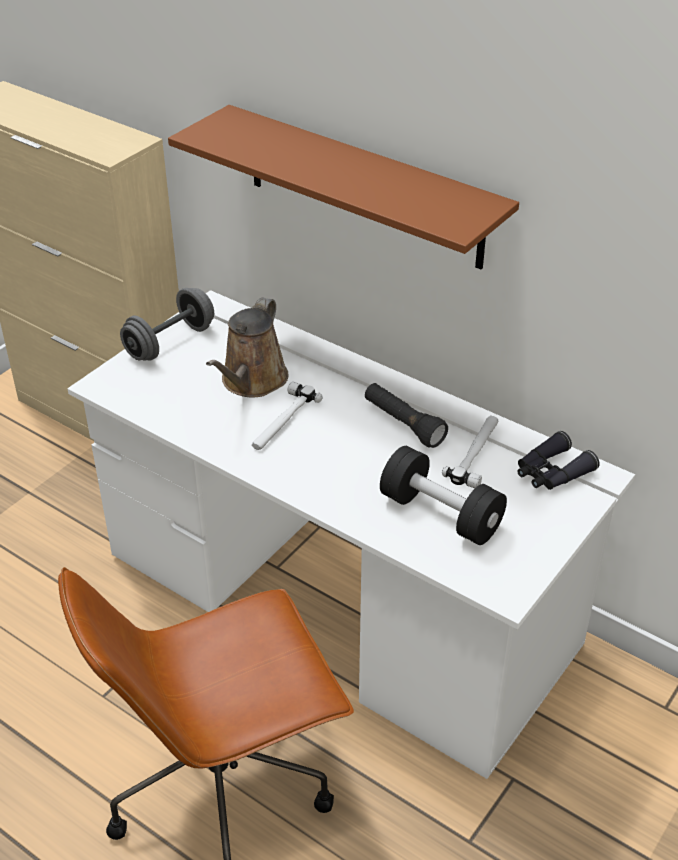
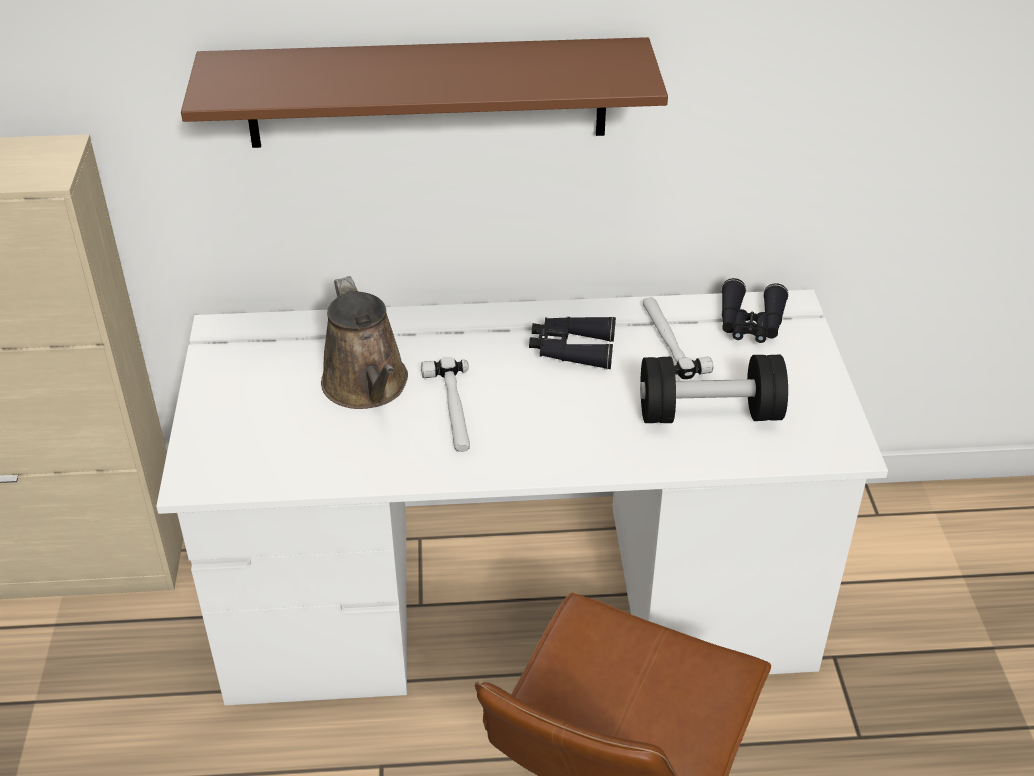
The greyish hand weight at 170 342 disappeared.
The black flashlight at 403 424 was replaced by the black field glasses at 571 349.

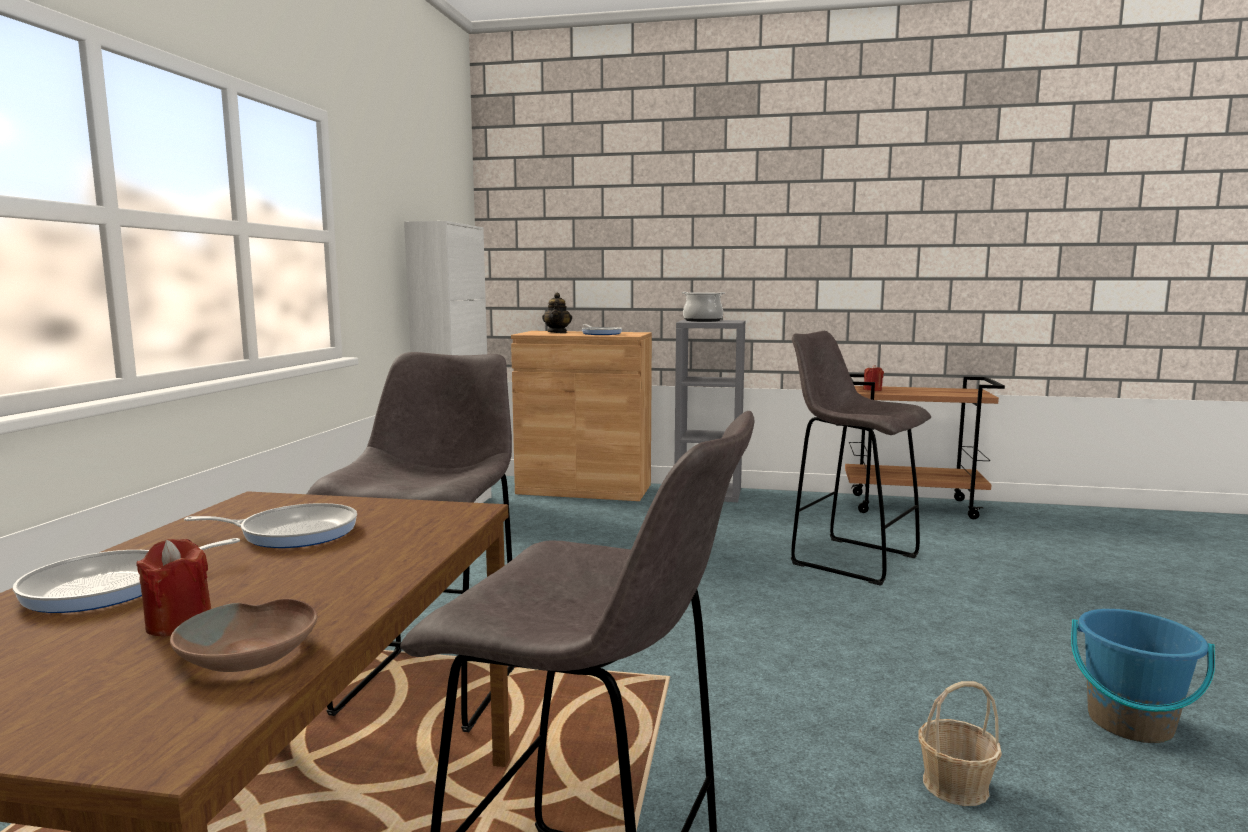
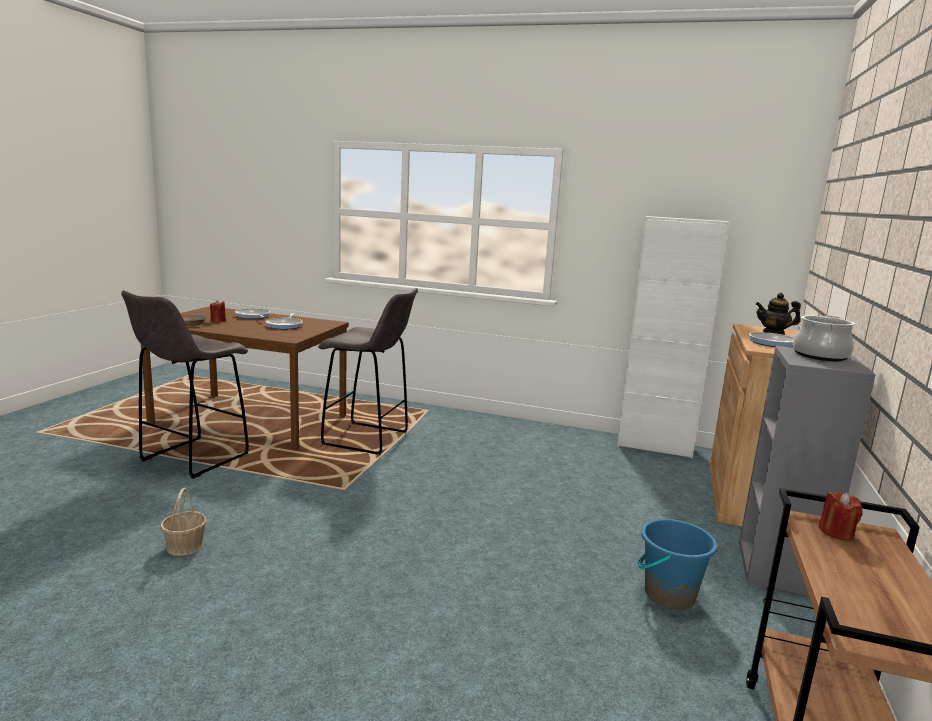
The greyish stool at 850 559 disappeared.
The blue pail moved from 1130 723 to 669 595.

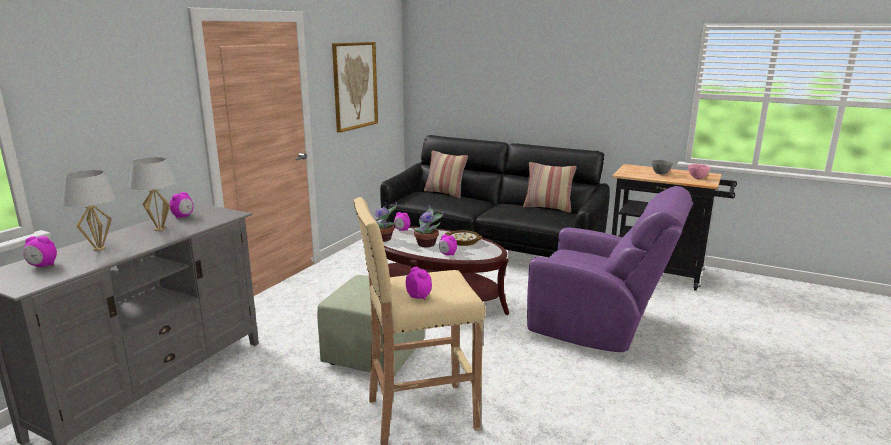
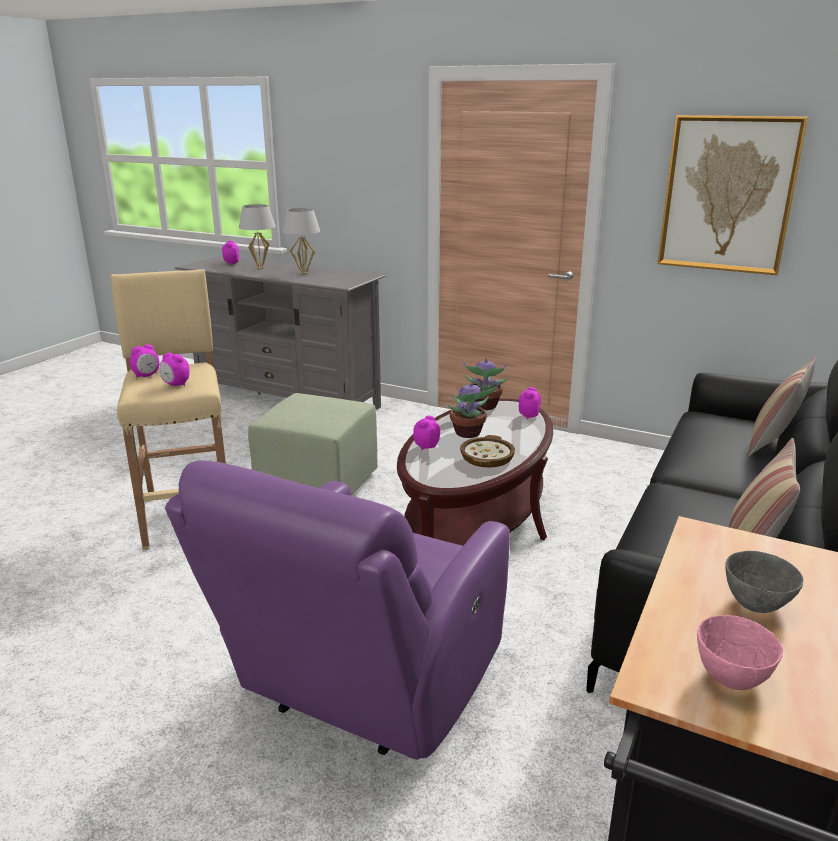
The alarm clock moved from 183 216 to 176 385.

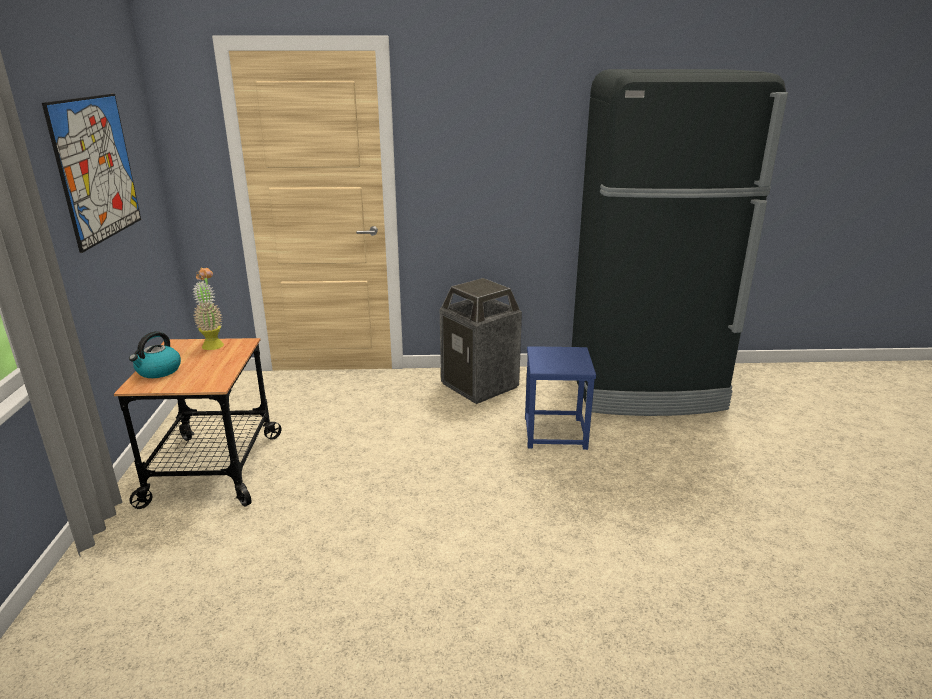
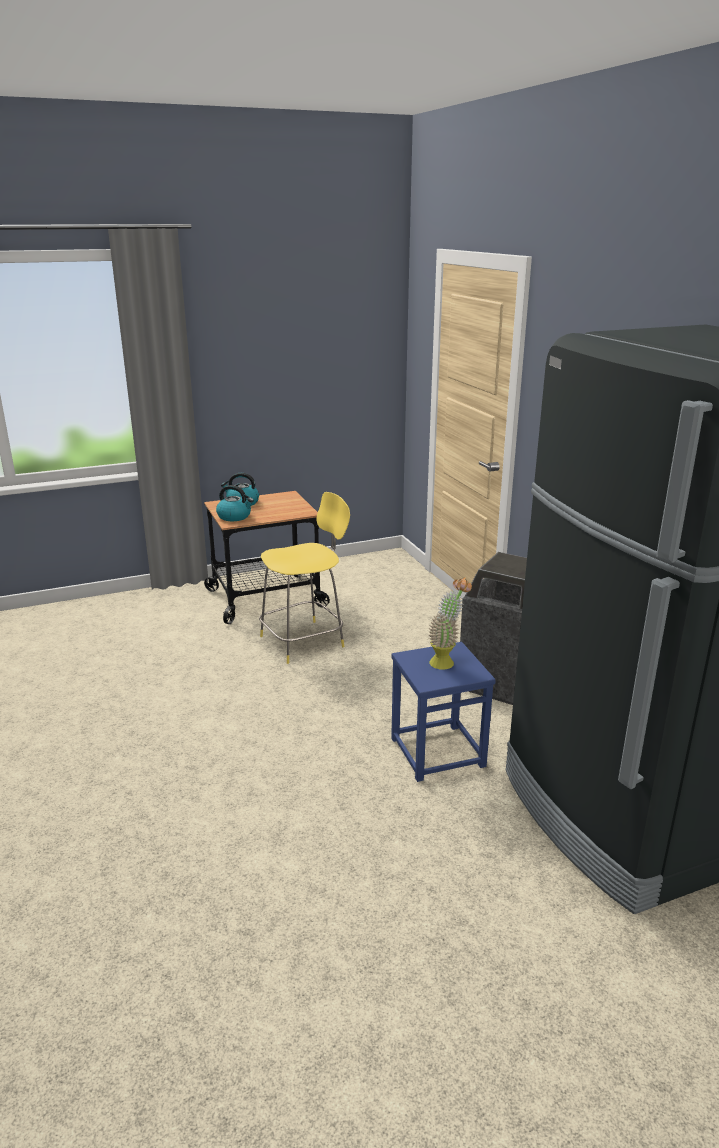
The wall art at 96 169 disappeared.
The potted plant moved from 213 343 to 446 661.
The water kettle at 235 516 appeared.
The yellow stool at 305 641 appeared.

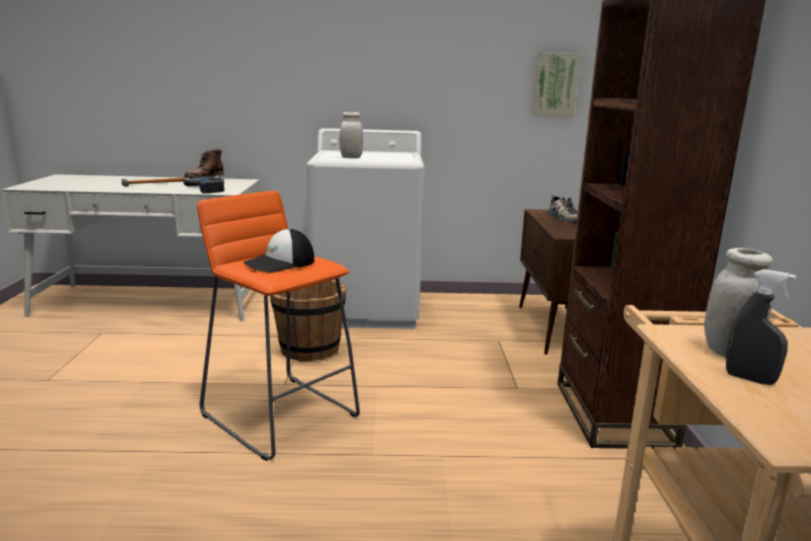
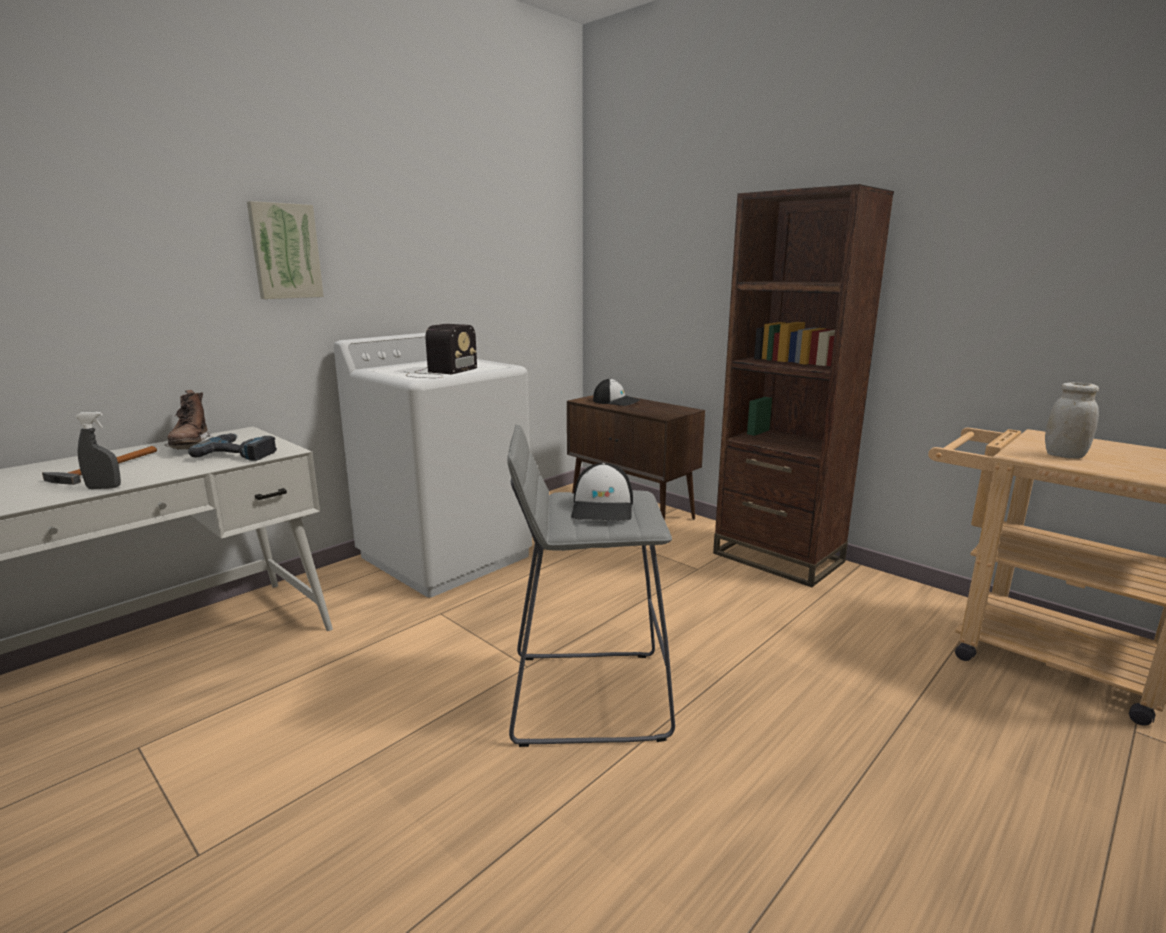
The wall art moved from 555 85 to 285 251.
The white jar at 351 157 was replaced by the radio receiver at 440 372.
The orangey stool at 281 414 became the greyish stool at 586 694.
The low shoe at 563 217 was replaced by the baseball cap at 616 401.
The greyish hand sprayer moved from 749 379 to 104 488.
The brown-coloured pail at 309 349 disappeared.

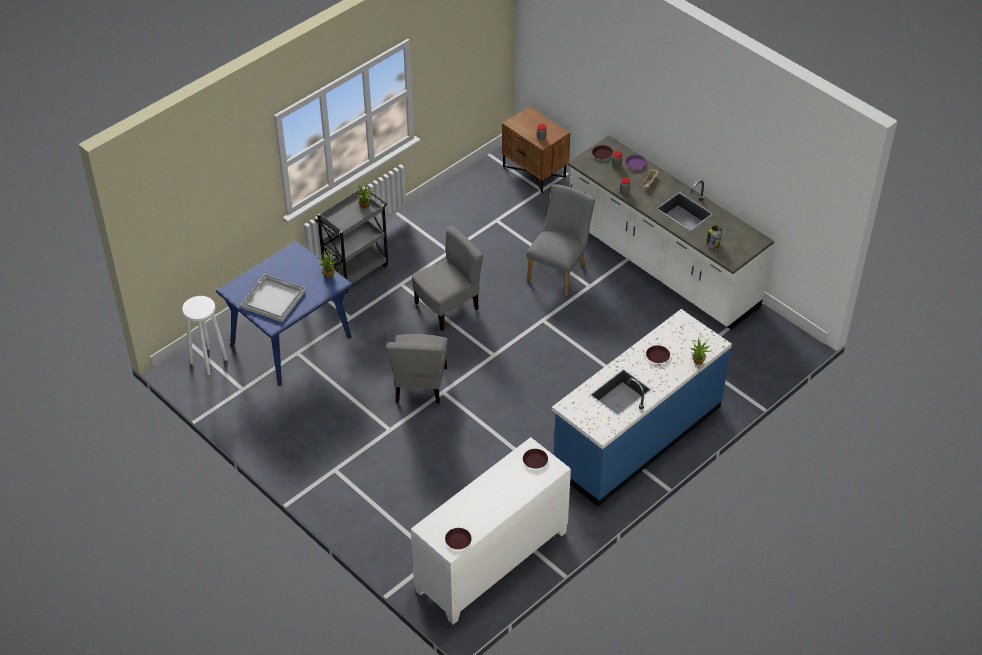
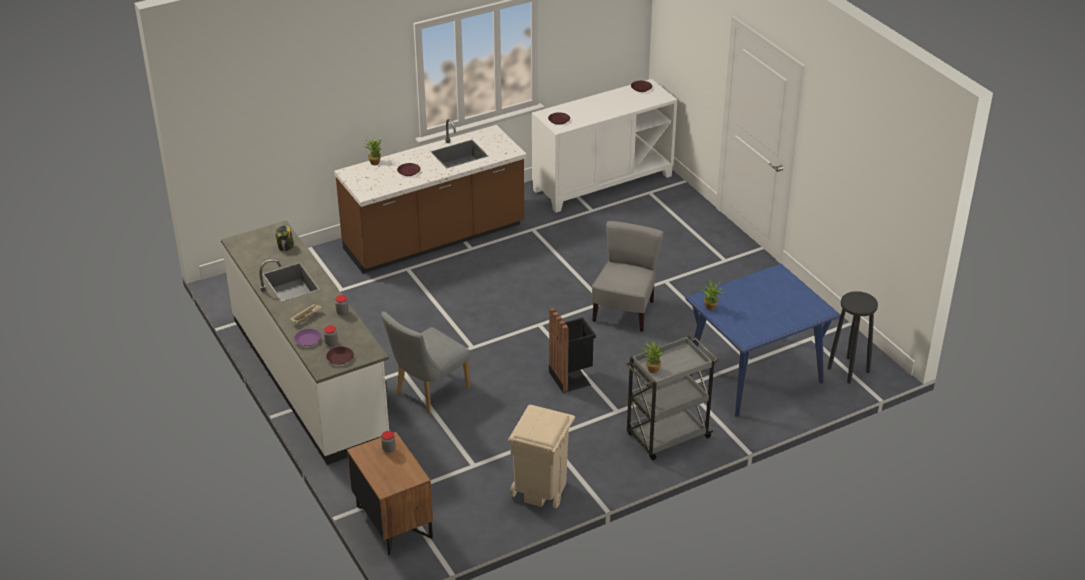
The greyish plain chair at 447 307 was replaced by the black rubbish bin at 571 377.
The white tray at 272 299 disappeared.
The white stool at 208 360 became the black stool at 849 370.
The blue kitchen base unit at 637 437 became the brown-coloured kitchen base unit at 435 239.
The sand-coloured rubbish bin at 540 489 appeared.

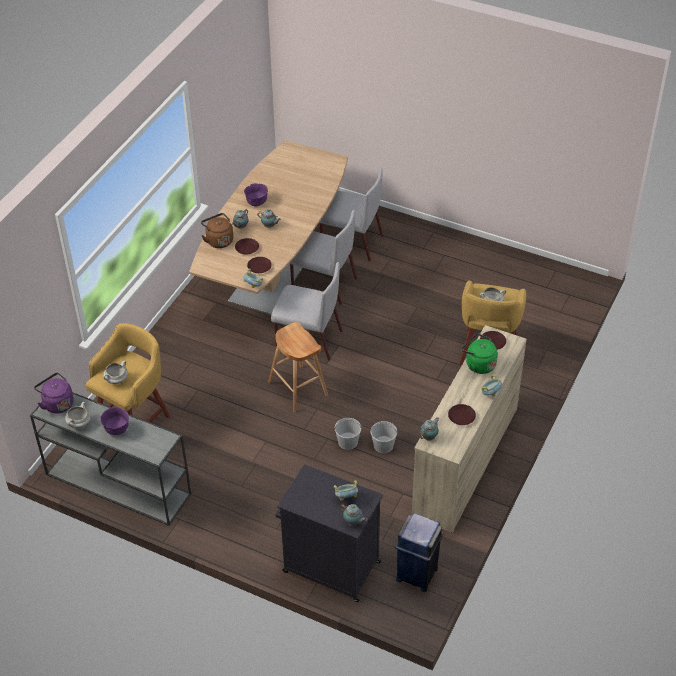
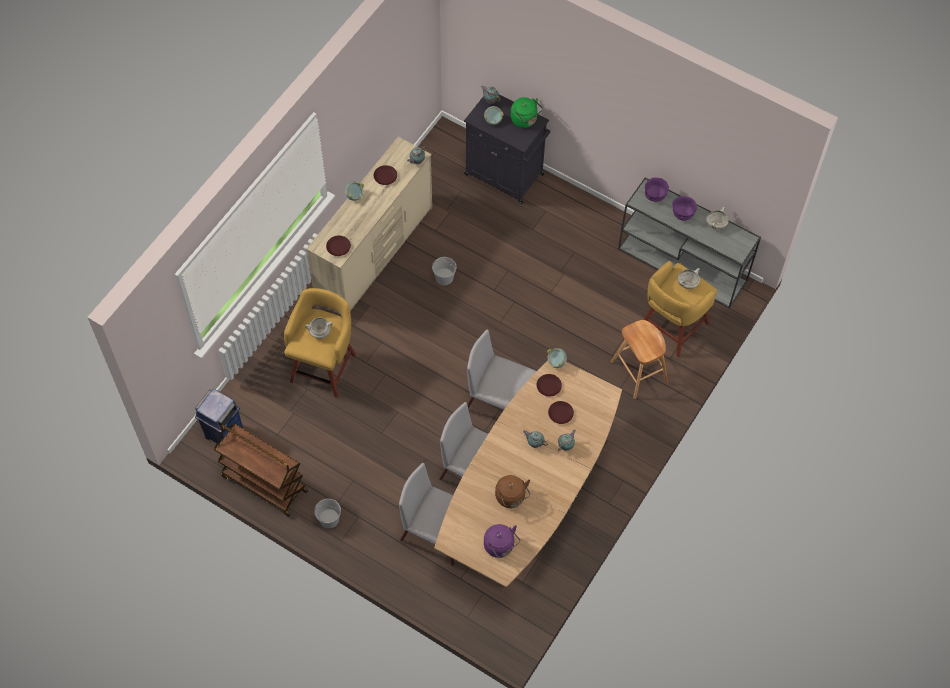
The purplish deep dish moved from 256 203 to 655 196.
The brown-coloured water kettle moved from 218 240 to 511 498.
The brown-coloured stool moved from 298 388 to 639 372.
The greenish water kettle moved from 478 364 to 525 120.
The purplish water kettle moved from 57 403 to 500 547.
The white pail moved from 347 442 to 329 519.
The blue rubbish bin moved from 417 573 to 224 434.
The brown-coloured trolley at 263 484 appeared.

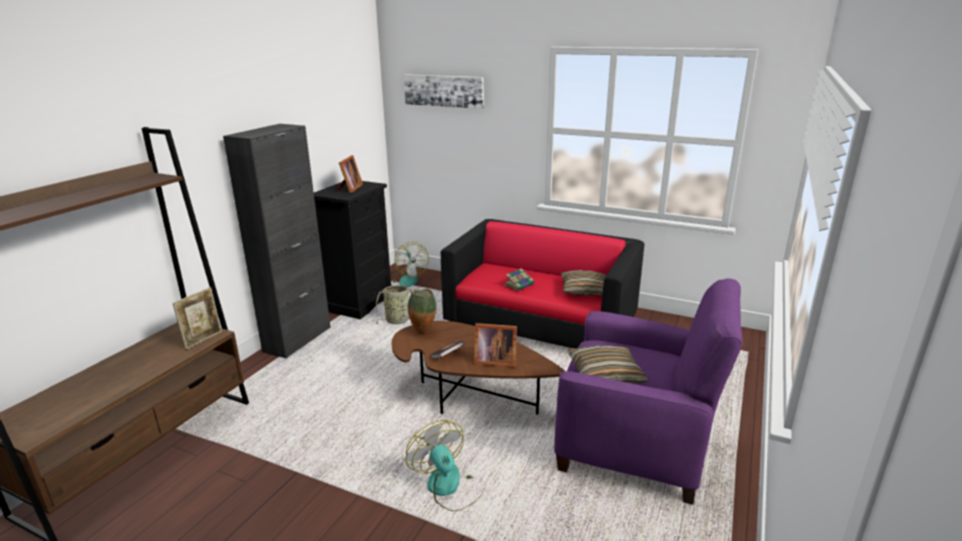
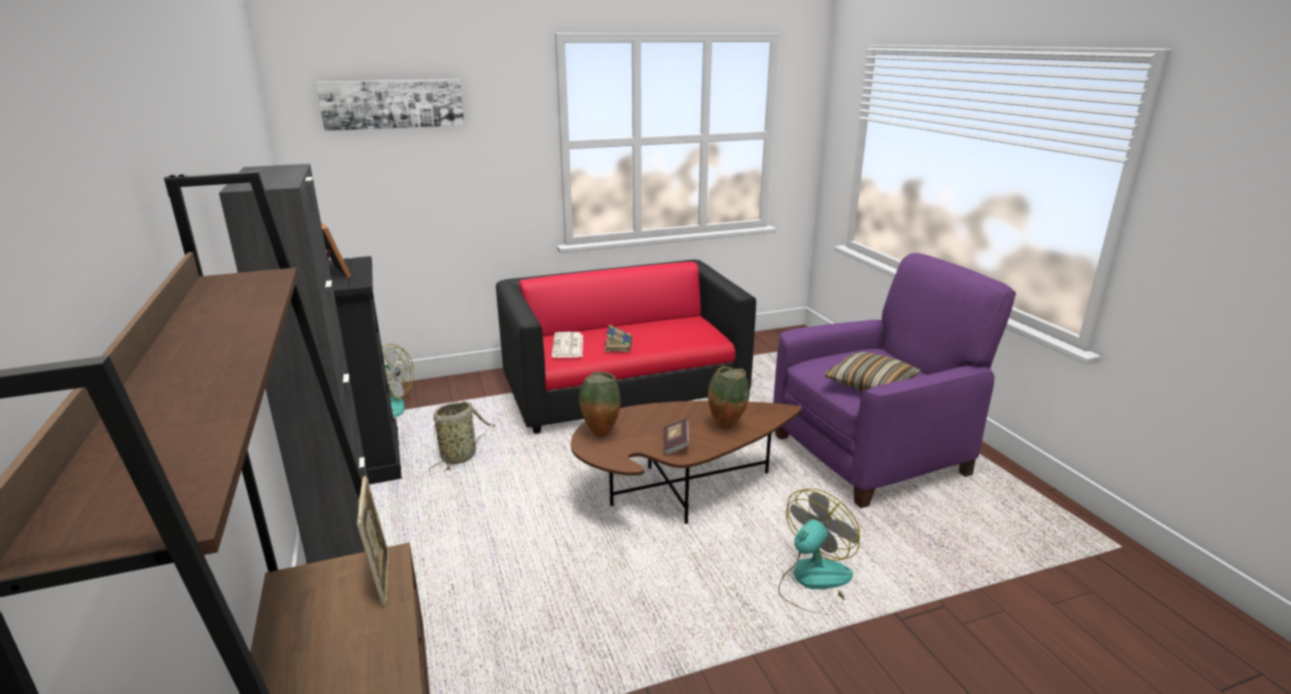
The pillow at 584 290 disappeared.
The standing frame at 494 360 was replaced by the flower vase at 726 426.
The fan at 449 487 turned 120 degrees clockwise.
The newspaper at 568 346 appeared.

